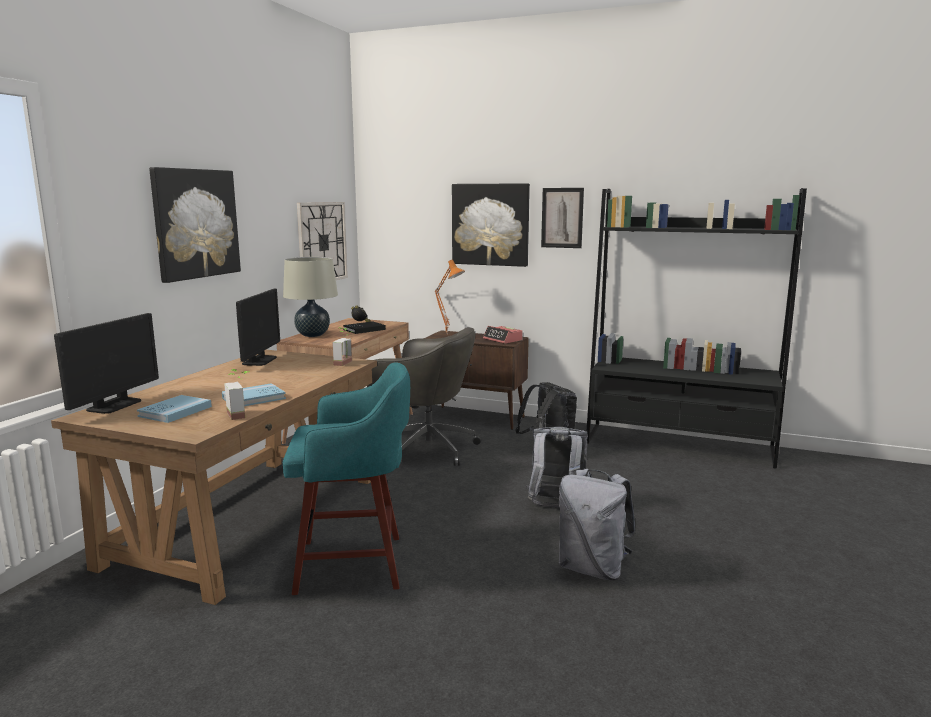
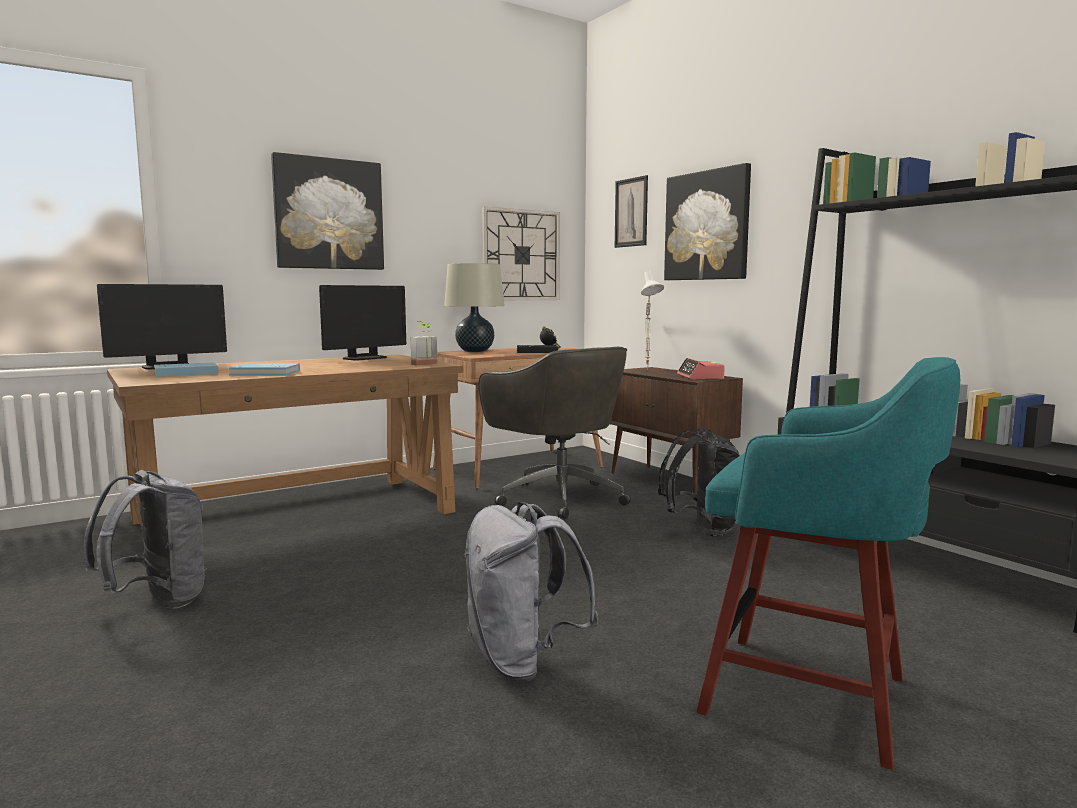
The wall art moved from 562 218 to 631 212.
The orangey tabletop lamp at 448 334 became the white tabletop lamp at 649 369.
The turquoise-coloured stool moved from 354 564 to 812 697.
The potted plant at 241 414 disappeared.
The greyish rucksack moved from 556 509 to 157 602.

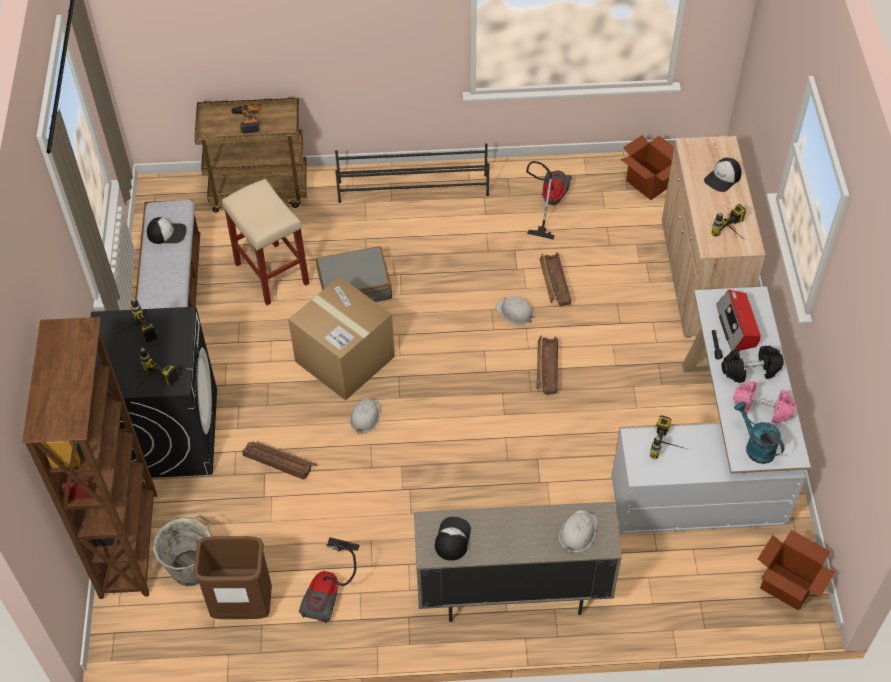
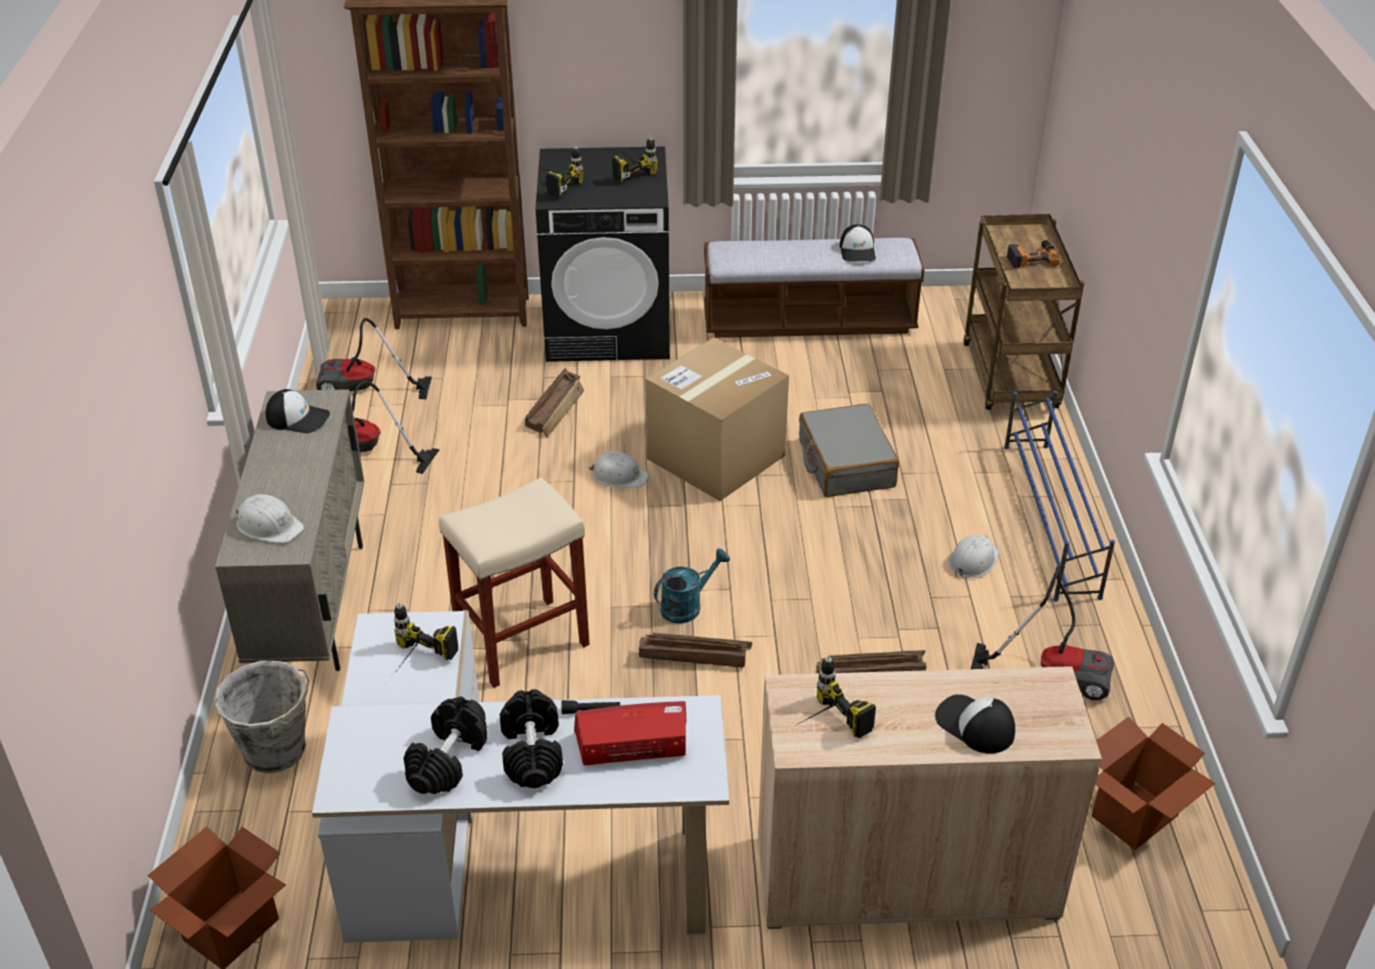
The black shoe stand at 414 188 became the blue shoe stand at 1050 519.
The sand-coloured stool moved from 271 273 to 523 640.
The white safety helmet moved from 515 312 to 973 561.
The pink hand weight at 762 408 became the black hand weight at 448 760.
The turquoise-coloured watering can moved from 756 446 to 687 606.
The greyish pail moved from 192 567 to 276 752.
The brown-coloured rubbish bin at 242 606 was replaced by the hoover at 363 390.

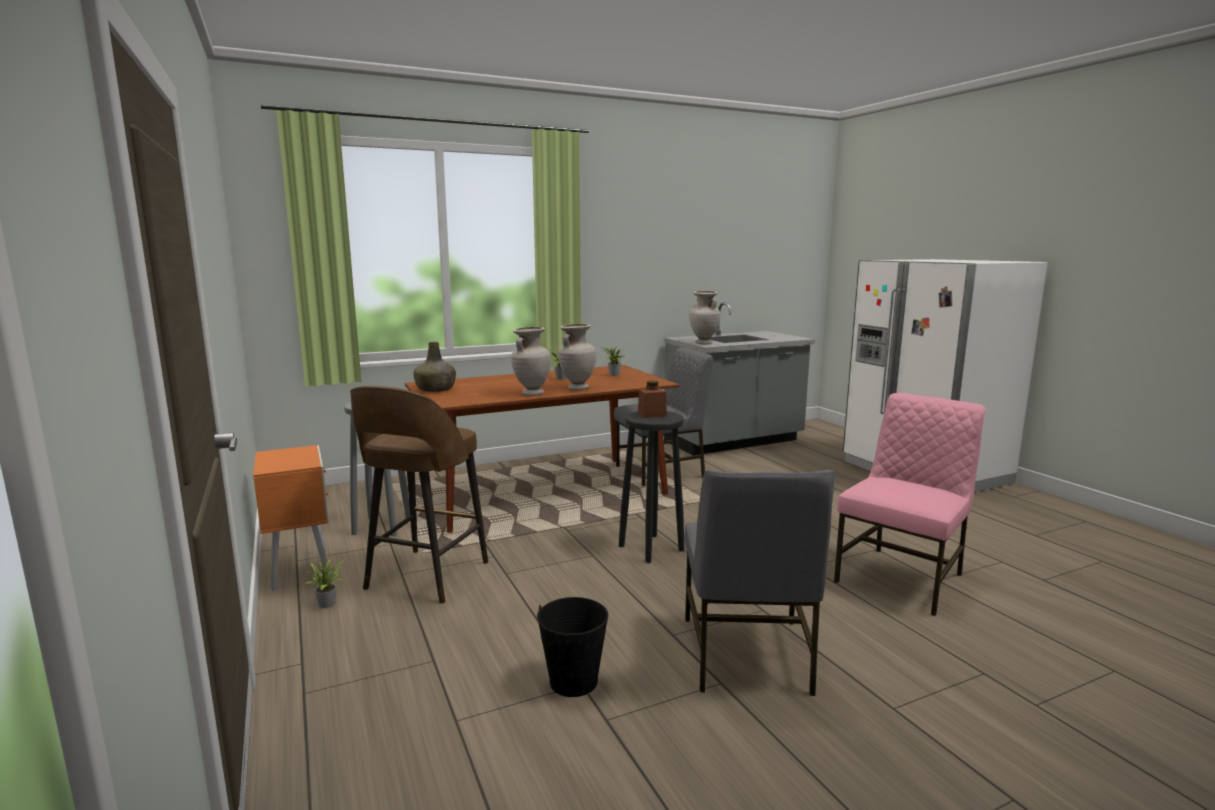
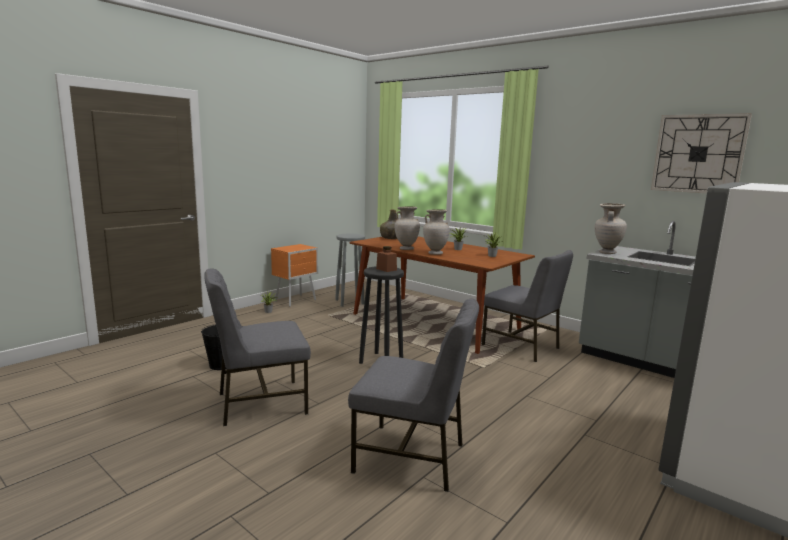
The brown-coloured stool at 425 577 disappeared.
The pink plain chair at 902 578 became the greyish plain chair at 412 457.
The clock on the wall at 698 154 appeared.

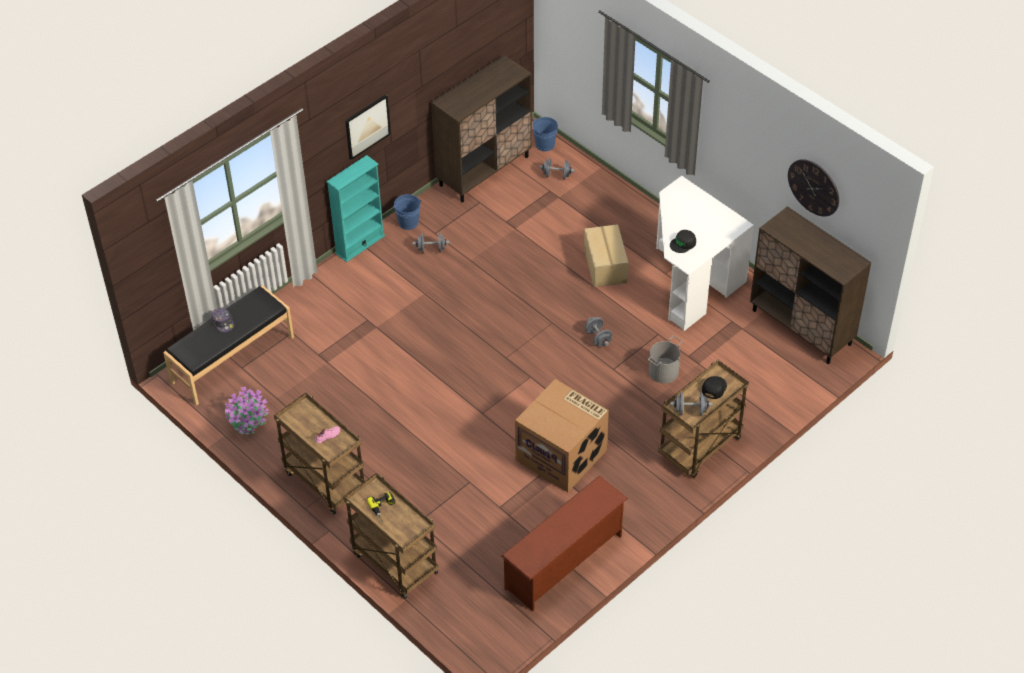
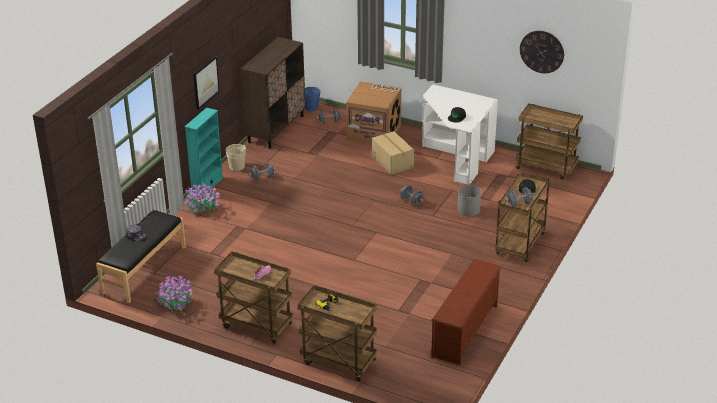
The blue pail at 408 222 became the sand-coloured pail at 237 166.
The brown-coloured storage cabinet at 802 327 was replaced by the brown-coloured trolley at 547 167.
The cardboard box moved from 562 455 to 375 132.
The potted plant at 202 208 appeared.

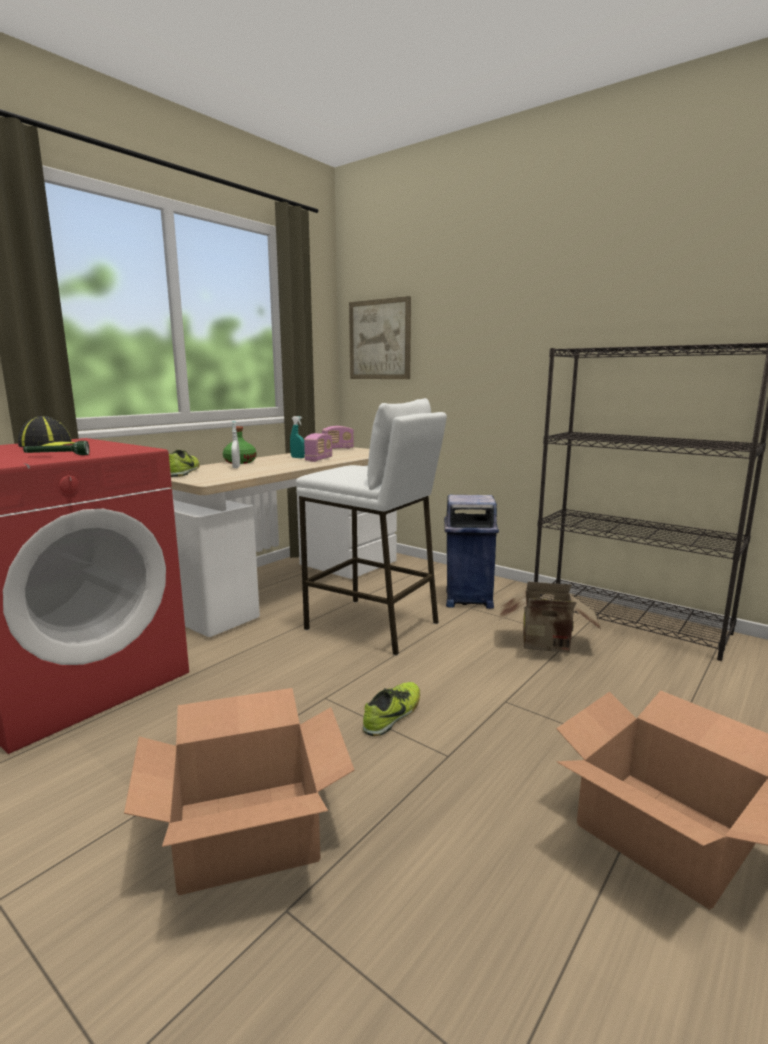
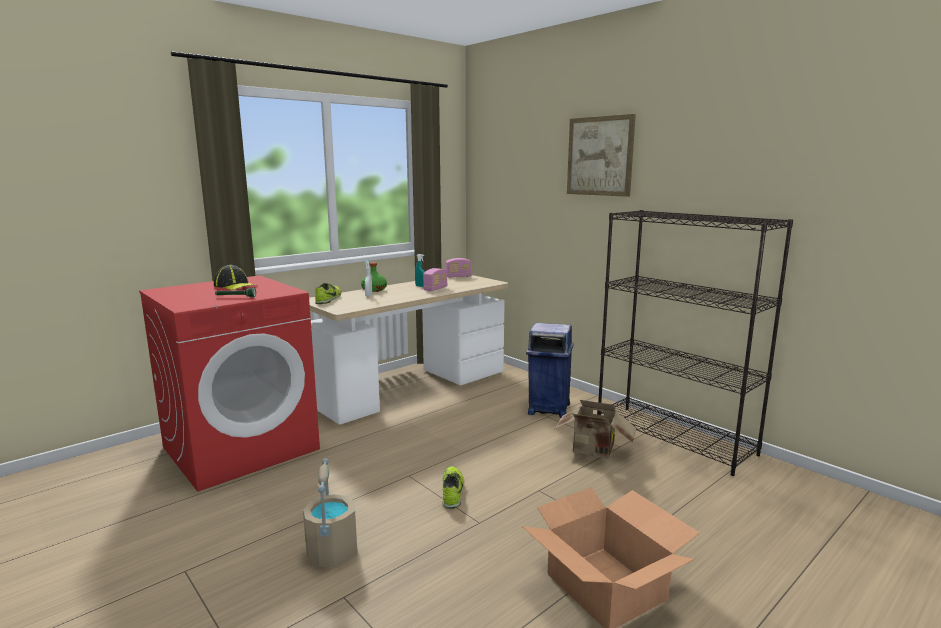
The wall art moved from 379 340 to 599 156.
The white stool at 372 626 disappeared.
The low shoe at 393 715 turned 45 degrees counterclockwise.
The cardboard box at 246 830 was replaced by the sand-coloured pail at 332 552.

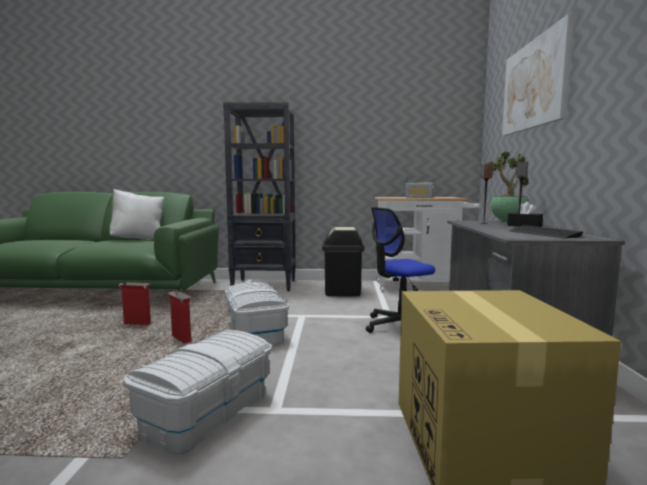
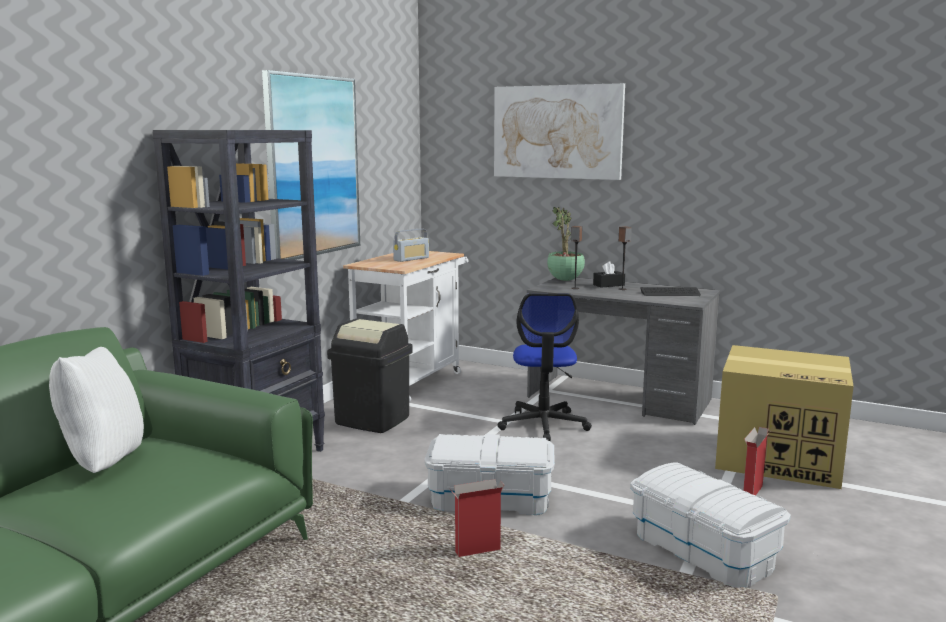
The cardboard box moved from 136 324 to 752 492.
The wall art at 313 166 appeared.

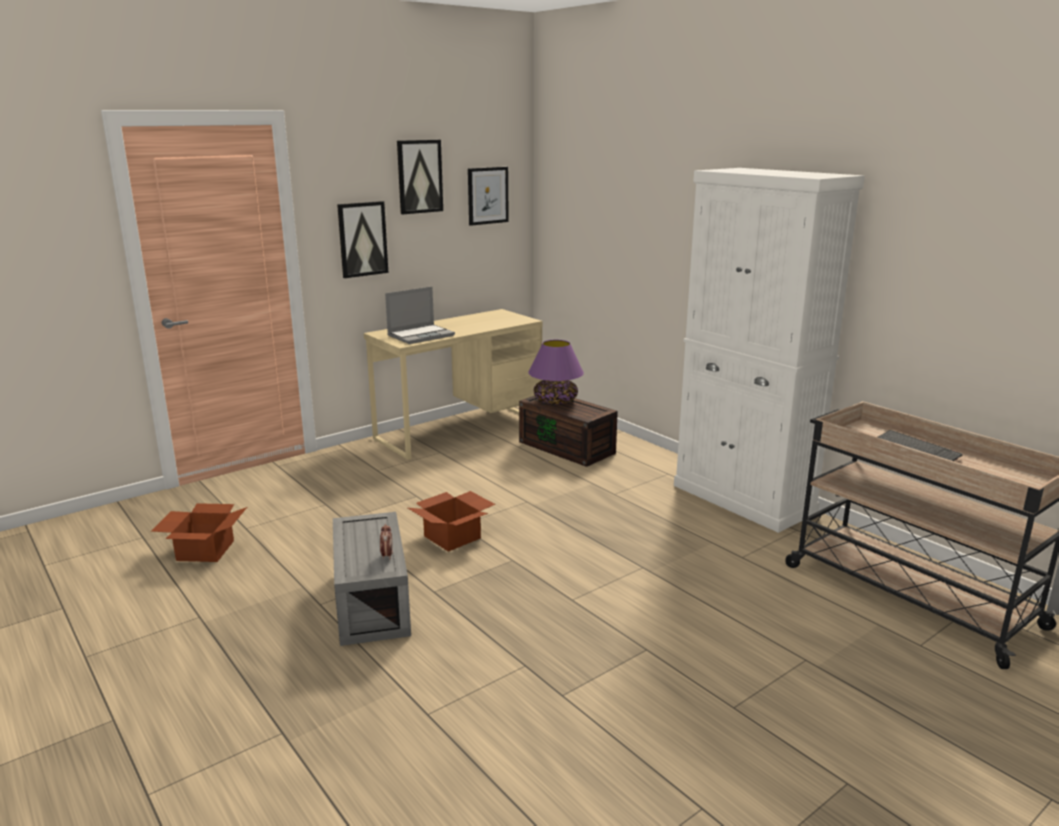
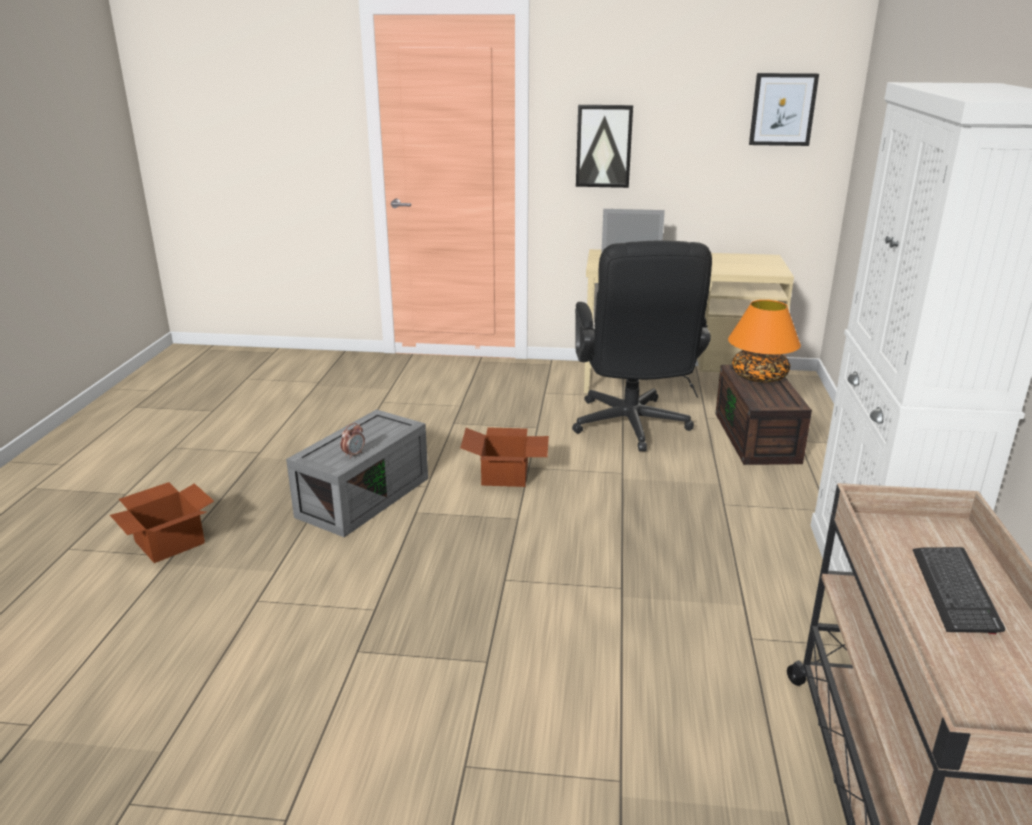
The wall art at 419 176 disappeared.
The purplish tabletop lamp at 555 400 became the orangey tabletop lamp at 759 377.
The cardboard box moved from 204 550 to 170 541.
The black computer chair at 631 428 appeared.

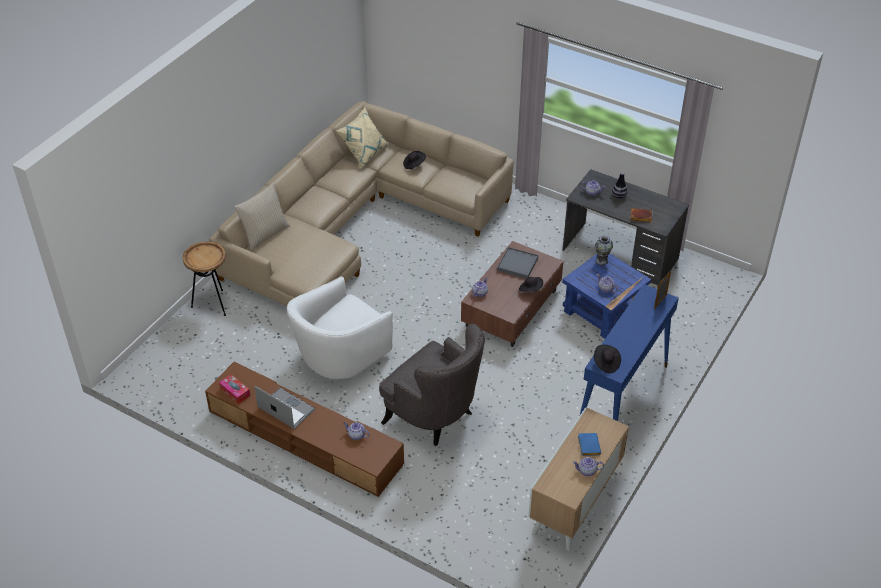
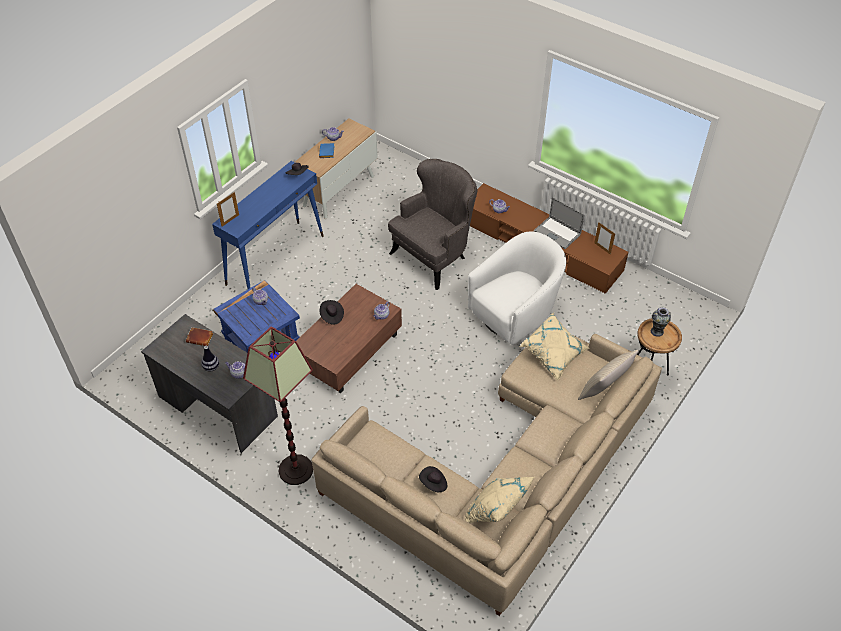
The flower vase moved from 601 261 to 657 331.
The greyish tray at 517 264 disappeared.
The greyish easy chair at 435 417 turned 90 degrees clockwise.
The box of tissues at 235 392 was replaced by the standing frame at 602 248.
The sand-coloured pillow at 553 354 appeared.
The floor lamp at 295 470 appeared.

